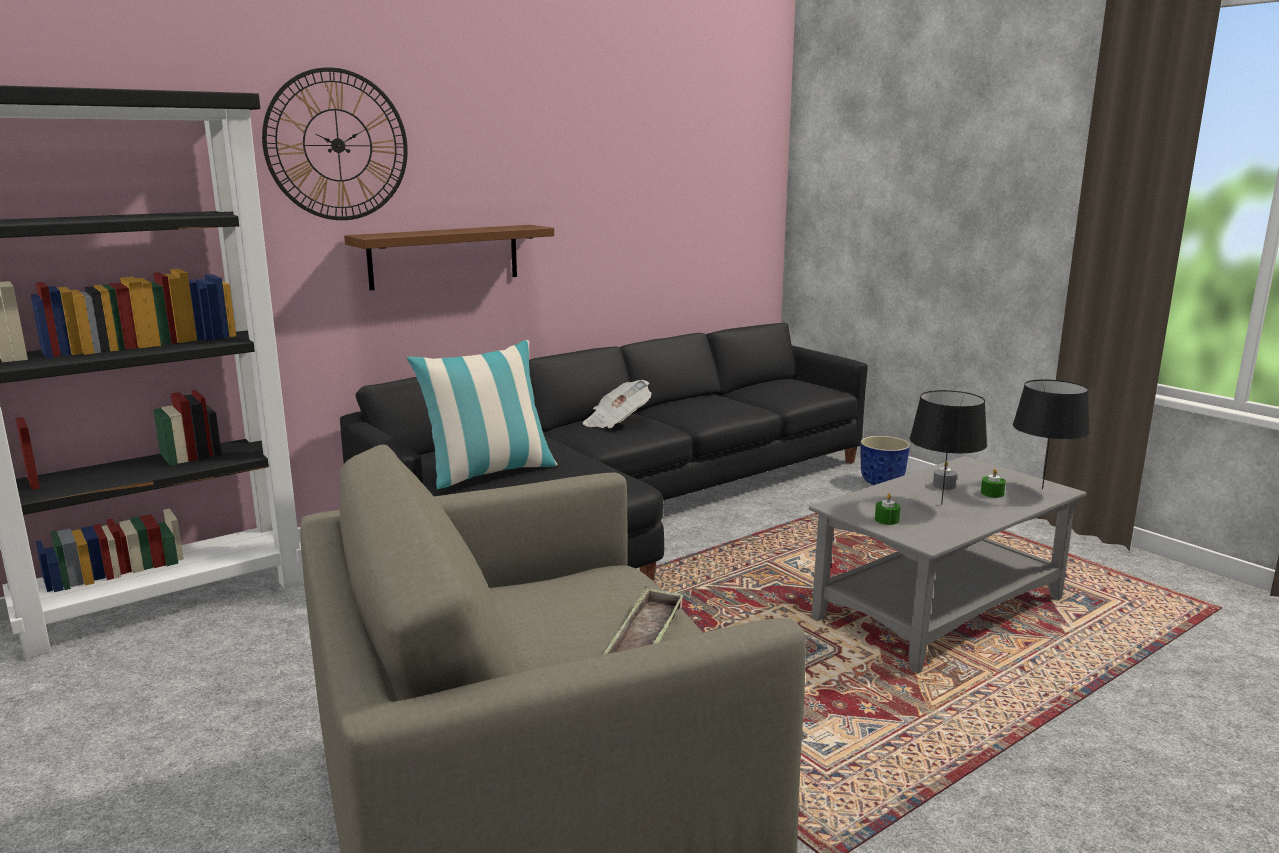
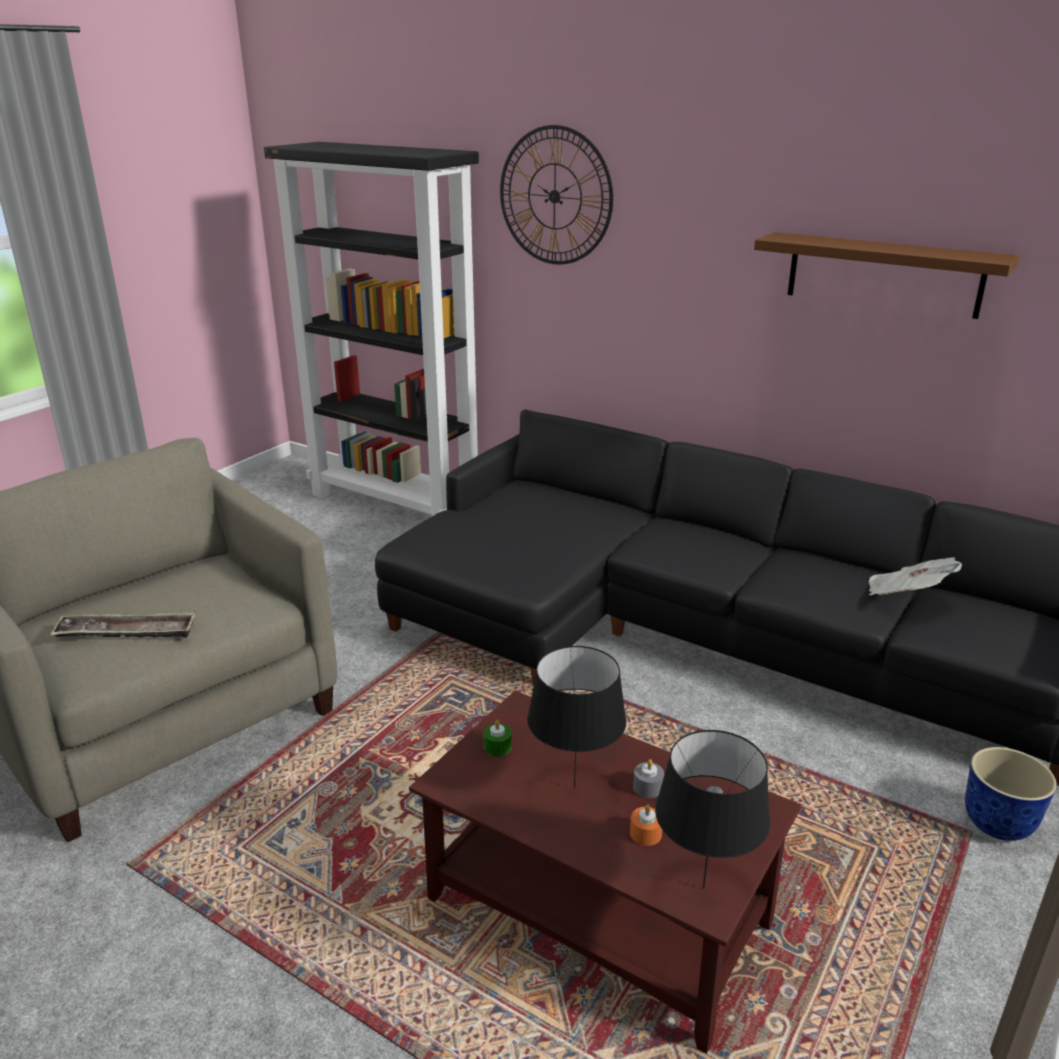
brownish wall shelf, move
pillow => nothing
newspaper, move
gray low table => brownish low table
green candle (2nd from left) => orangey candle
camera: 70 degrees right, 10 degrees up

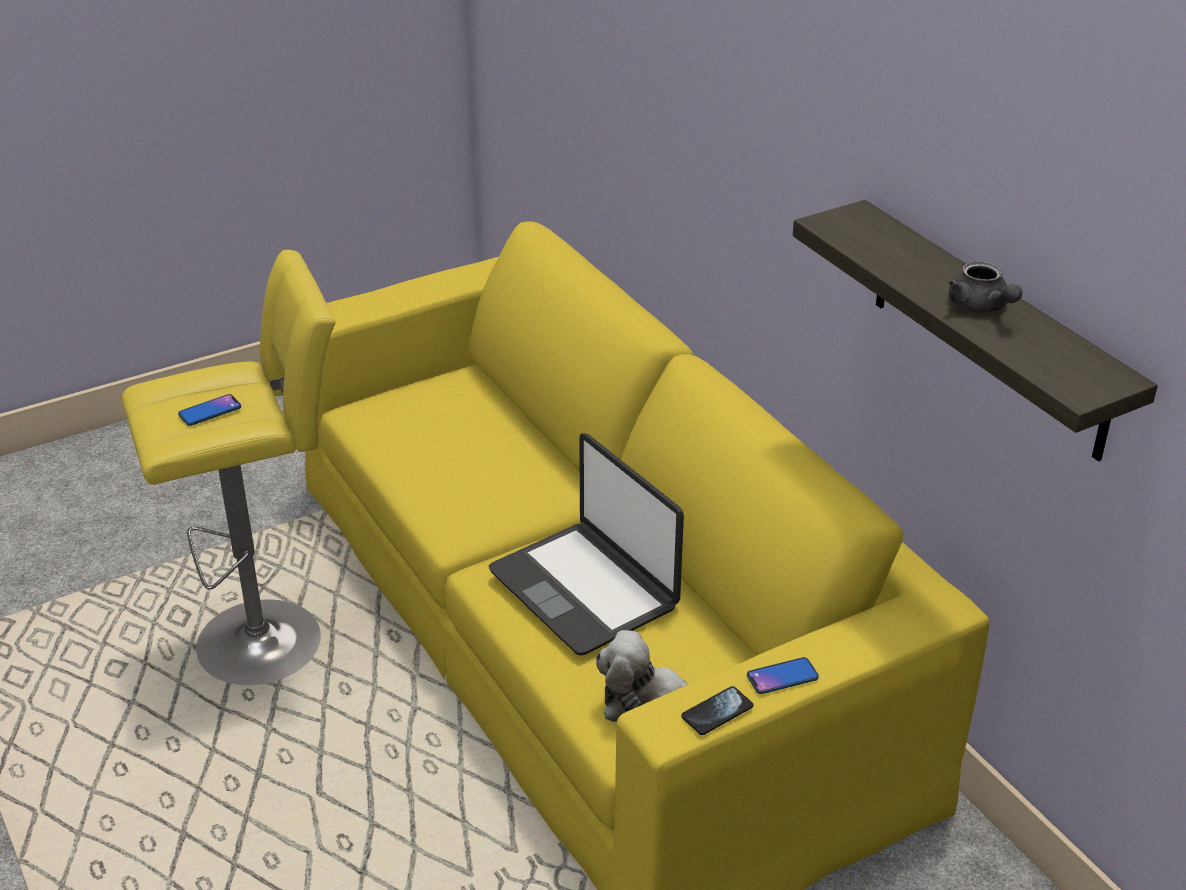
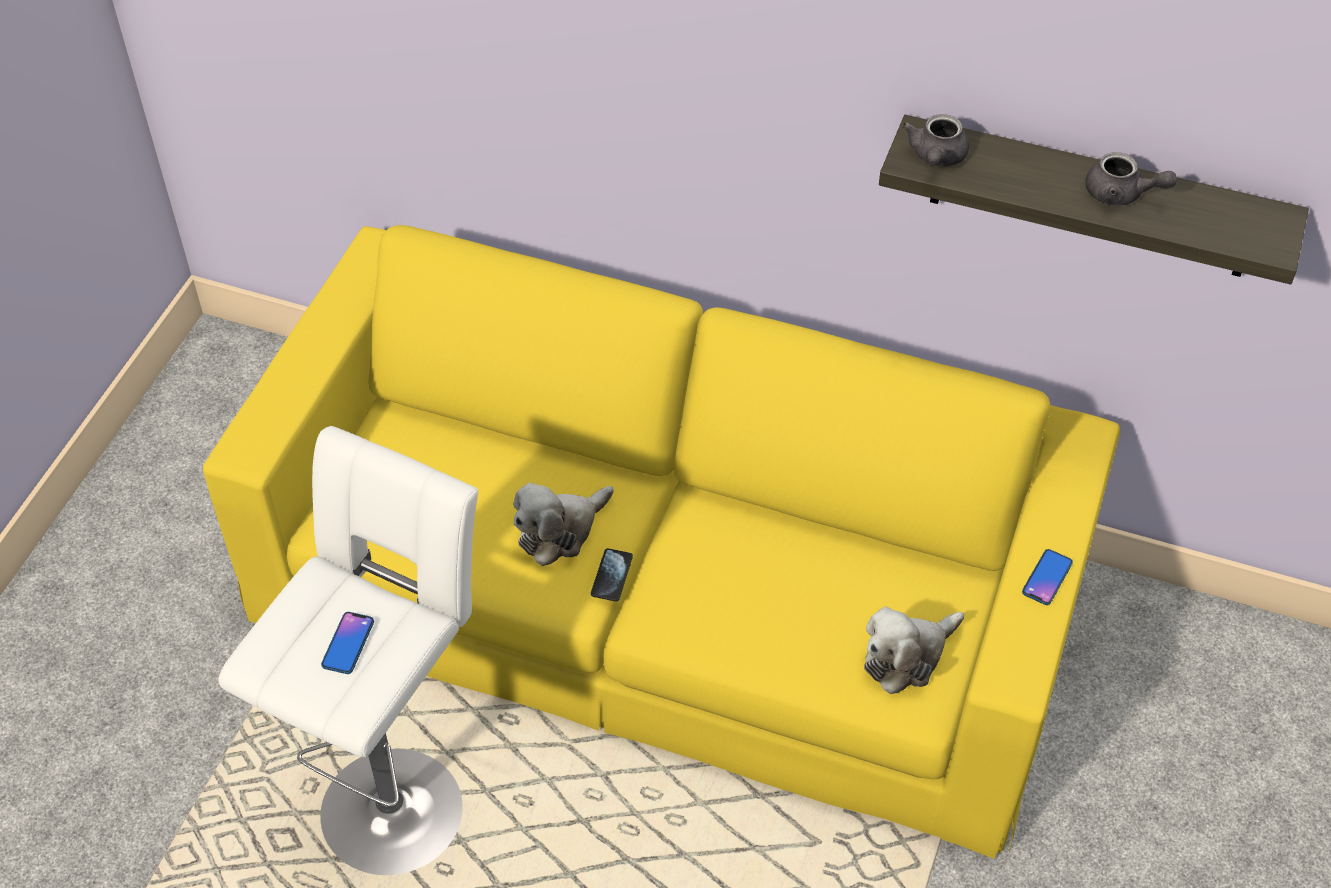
yellow-coloured stool seat => white-coloured stool seat
laptop => nothing
phone (2nd from left), move
nothing => gray tea pot (1st from left)
nothing => soft toy (1st from left)
camera: 40 degrees left, 15 degrees up

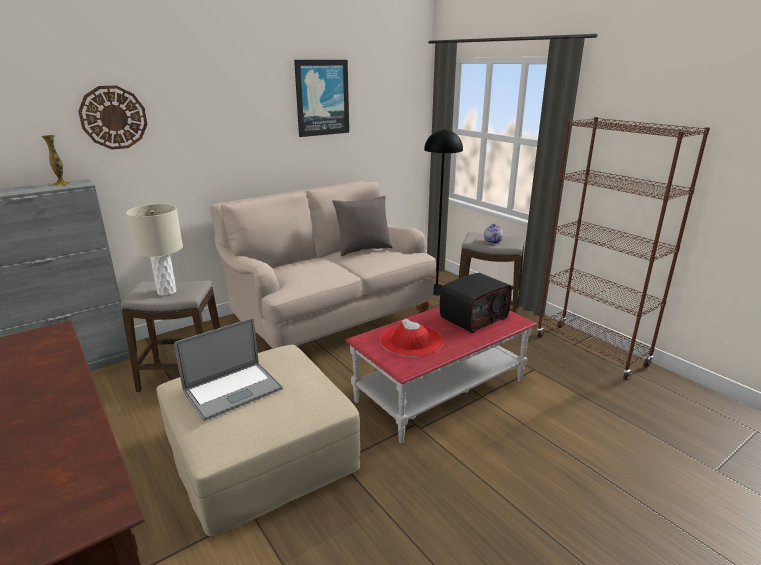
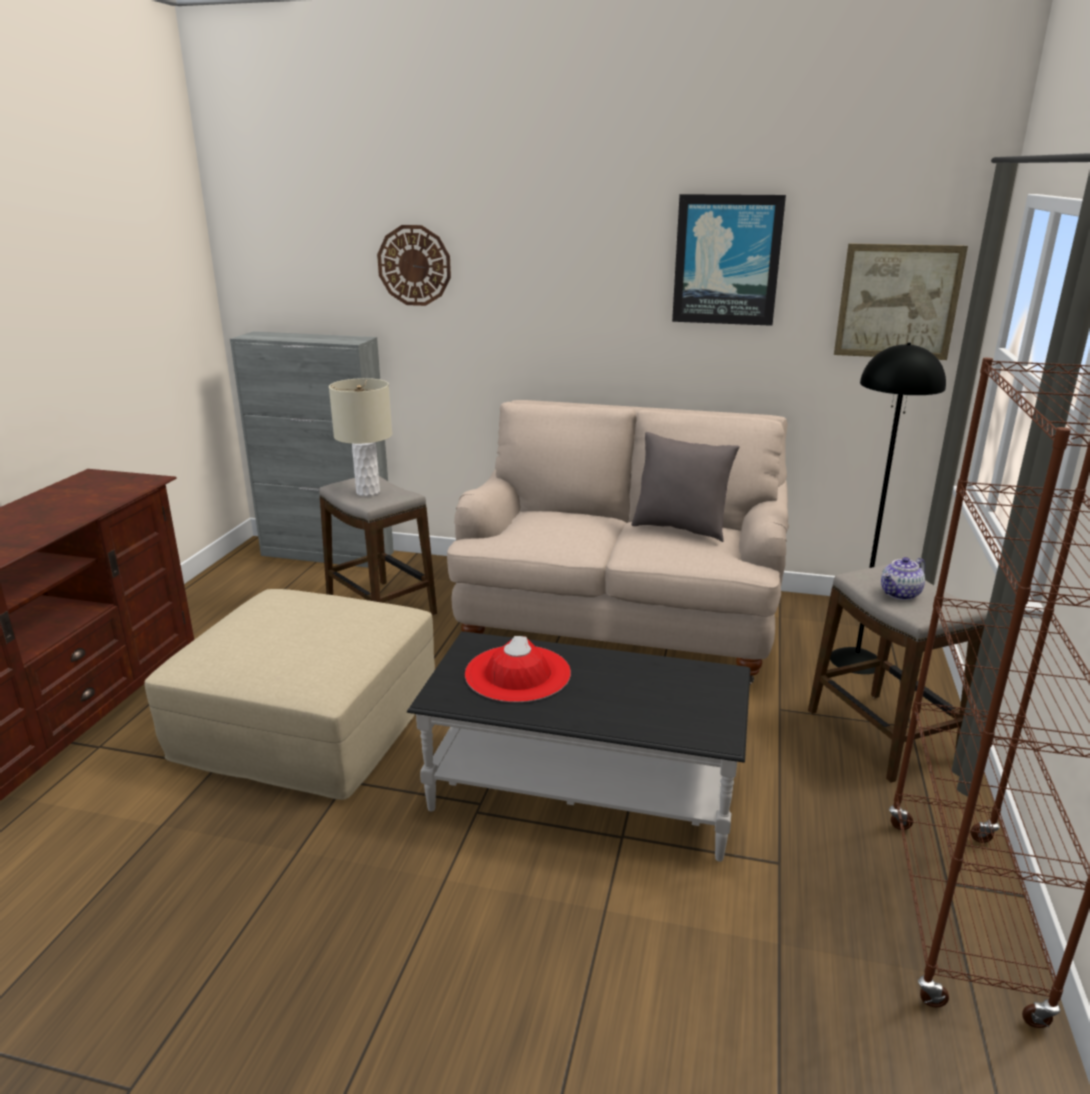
flower vase => nothing
radio set => nothing
reddish low table => black low table
laptop => nothing
nothing => wall art (2nd from left)
camera: 50 degrees right, 0 degrees up

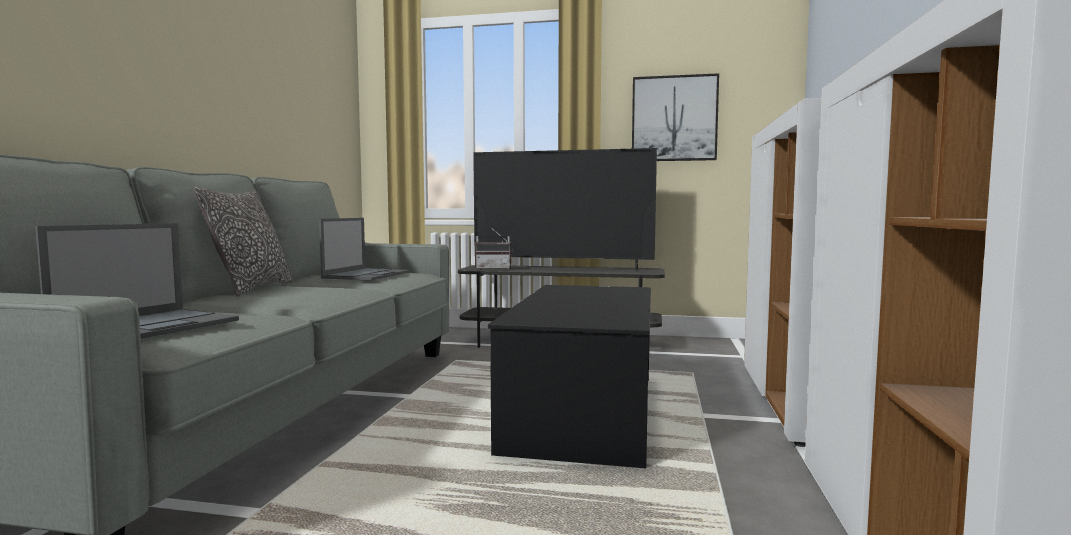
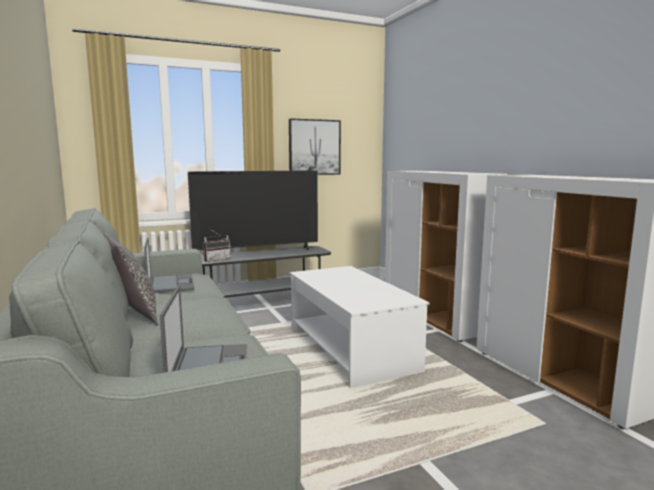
black low table => white-coloured low table
camera: 35 degrees left, 5 degrees up

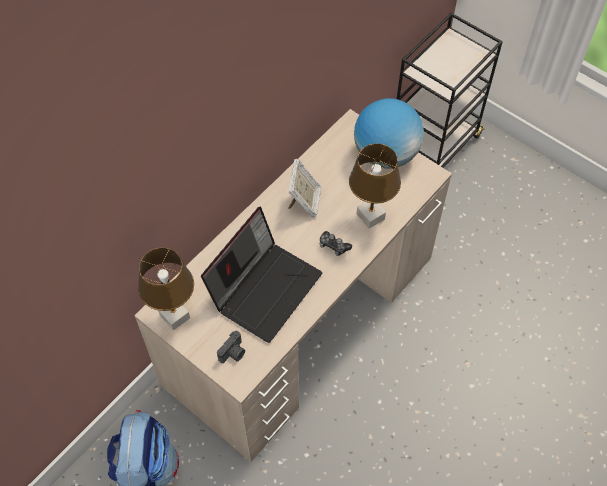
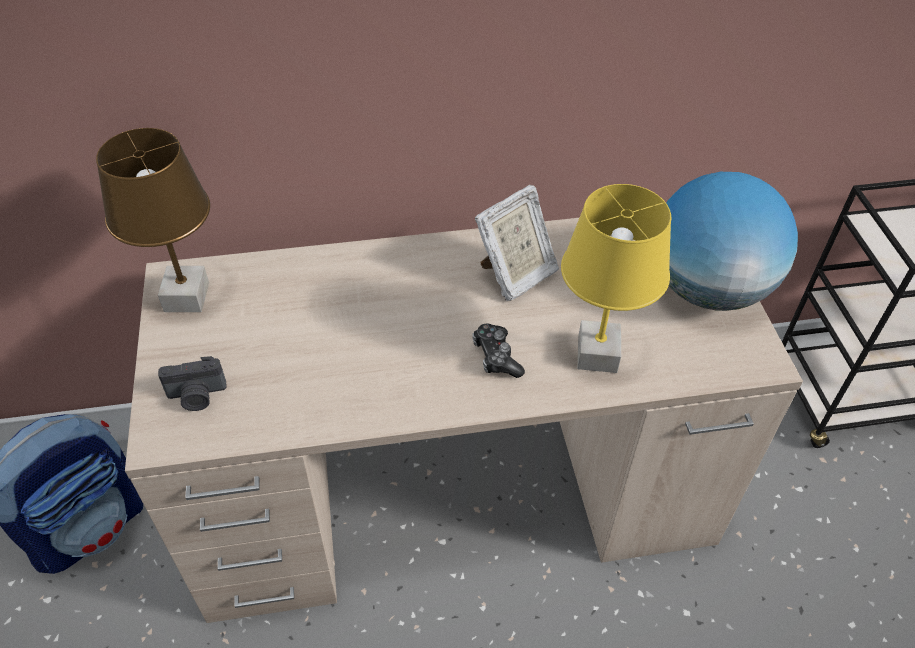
brownish table lamp (2nd from left) => yellow-coloured table lamp
laptop => nothing
camera: 40 degrees right, 10 degrees down

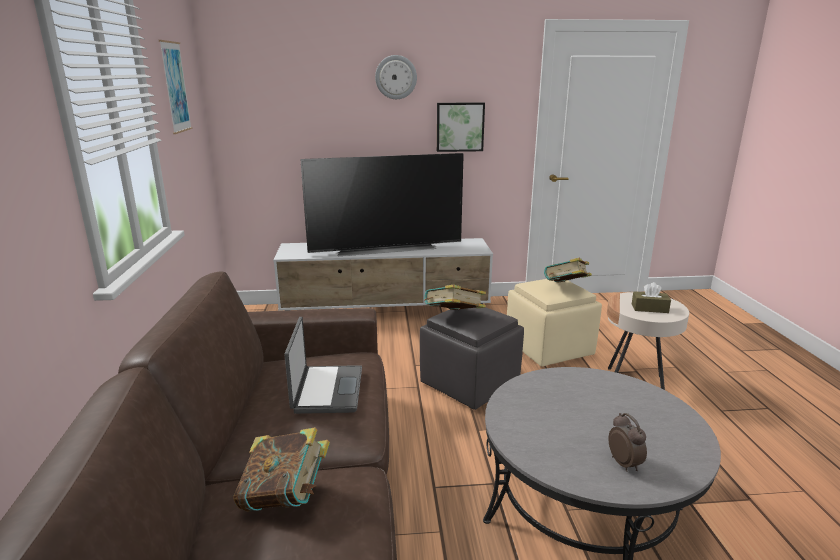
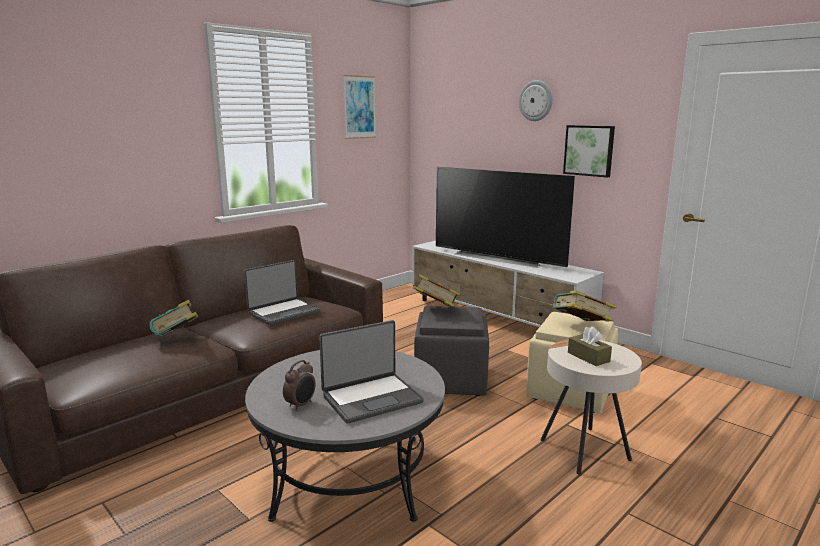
nothing => laptop (2nd from left)
camera: 50 degrees right, 5 degrees down

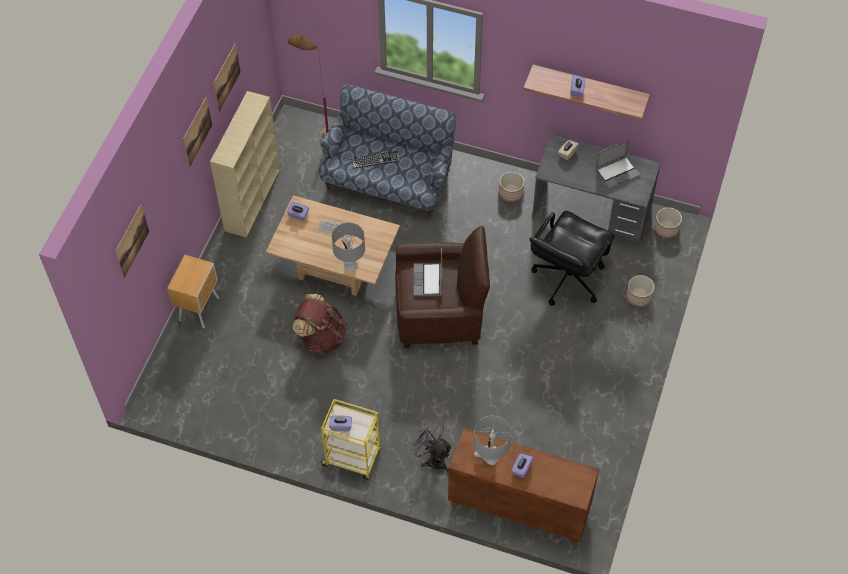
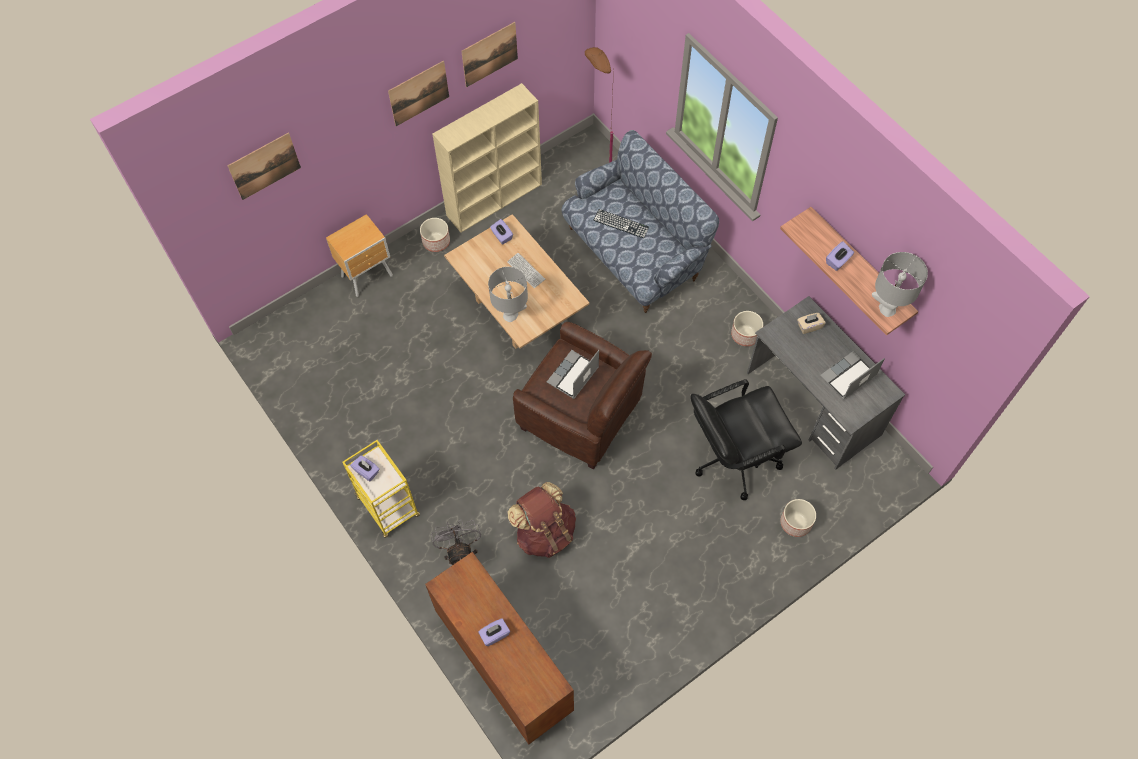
laptop (2nd from left), 135 degrees clockwise
plant pot (3rd from left in the first image) => plant pot (1st from left), move
brownish rucksack, move
gray table lamp (2nd from left), move
camera: 35 degrees right, 5 degrees up

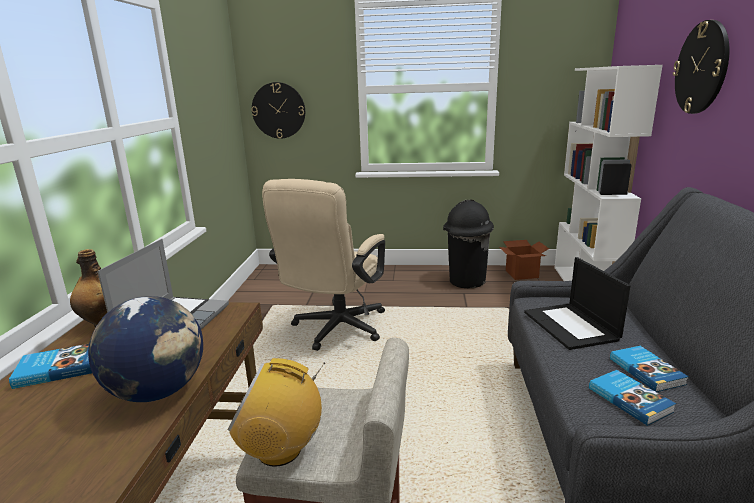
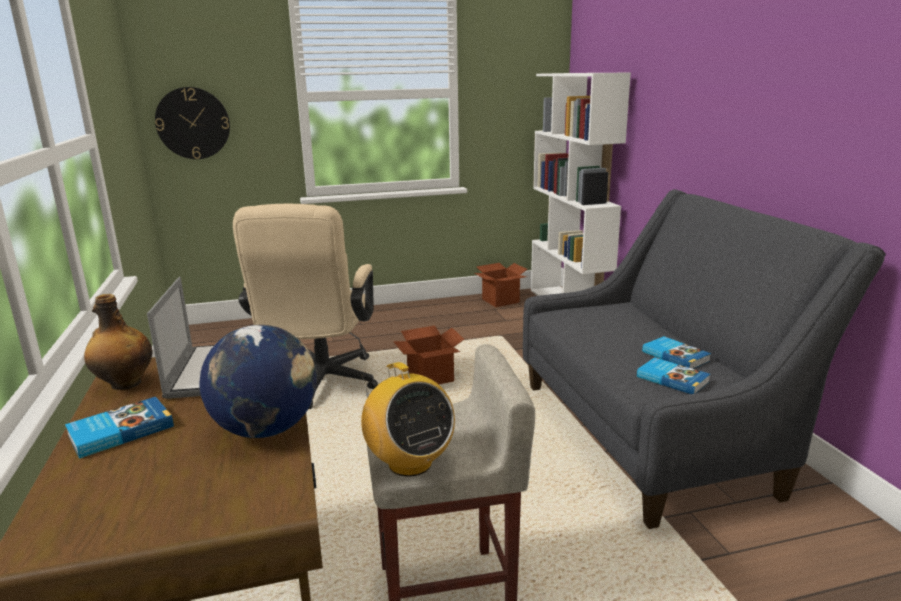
clock on the wall (2nd from left) => nothing
black waste bin => nothing
laptop (2nd from left) => nothing
radio set, 105 degrees counterclockwise
nothing => packing box (1st from left)
camera: 20 degrees left, 0 degrees up

